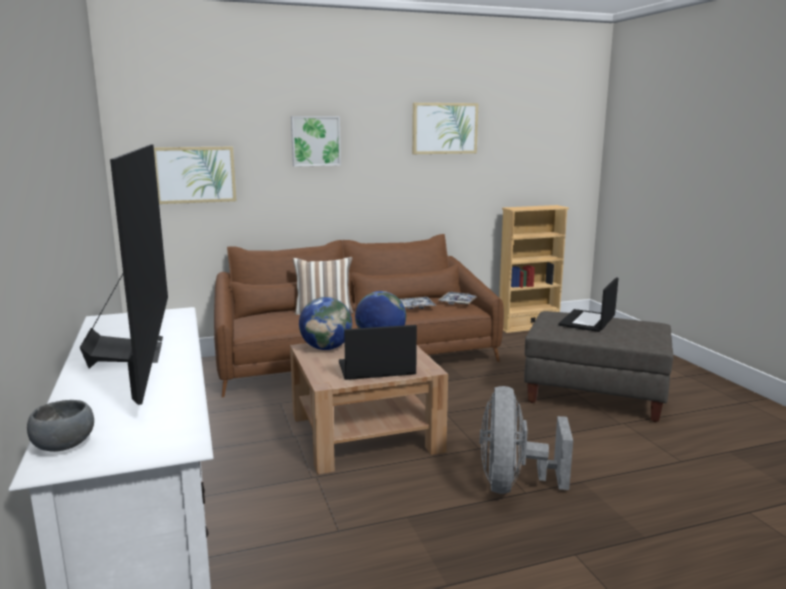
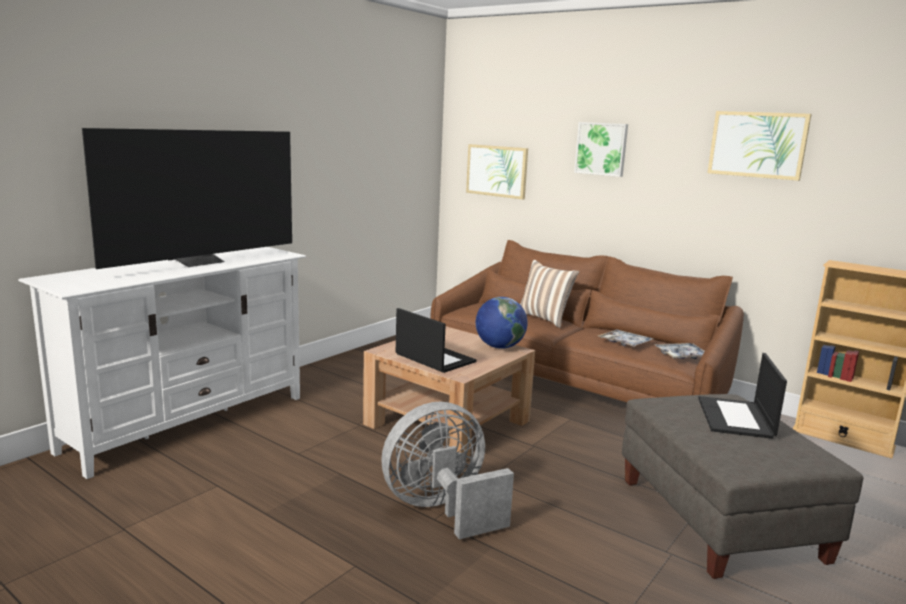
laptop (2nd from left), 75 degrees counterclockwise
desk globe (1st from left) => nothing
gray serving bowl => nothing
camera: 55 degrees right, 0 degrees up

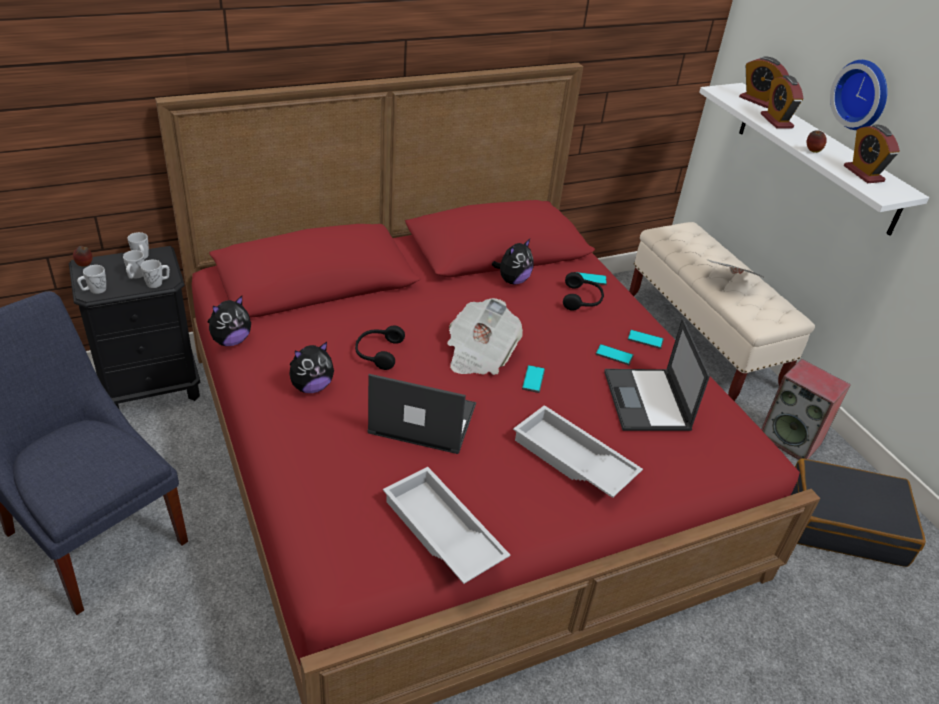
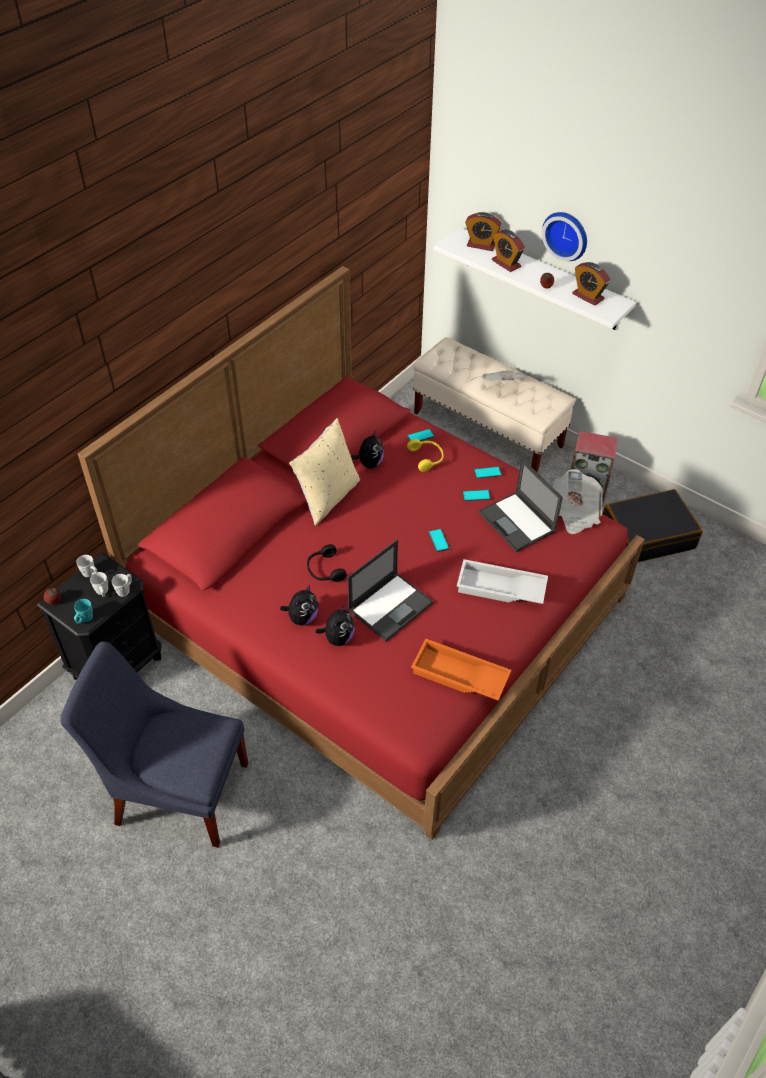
white-coloured mug (1st from left) => blue-green mug
black headset (2nd from left) => yellow-coloured headset
soft toy (1st from left in the first image) => soft toy (2nd from left), move
newspaper (1st from left in the first image) => newspaper (2nd from left), move
laptop (1st from left), 150 degrees clockwise
white-coloured carrying tray (1st from left) => orangey carrying tray
nothing => beige pillow
camera: 25 degrees left, 10 degrees up

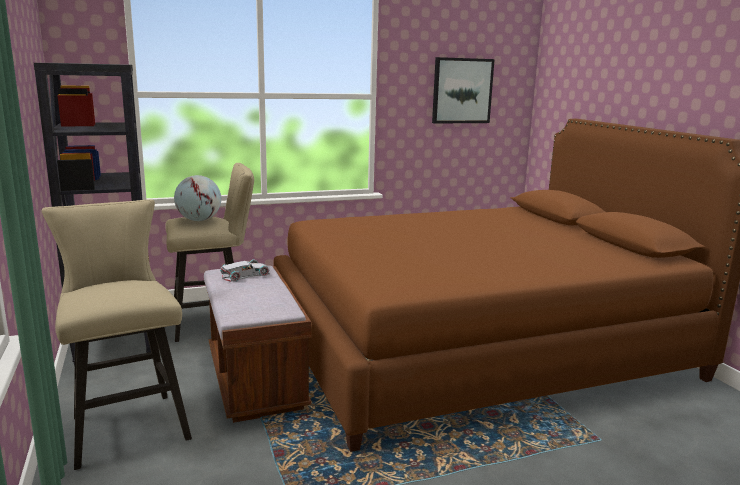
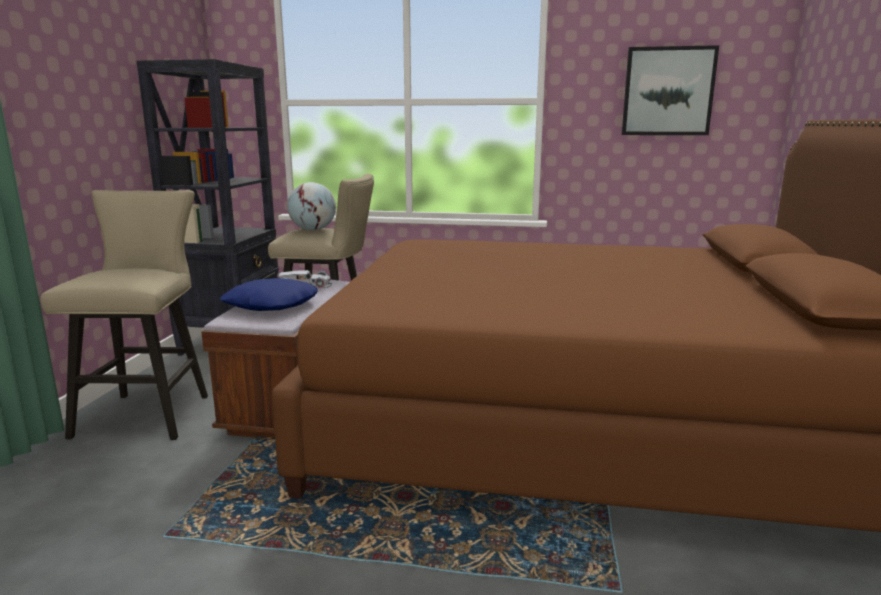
nothing => bluish pillow
camera: 30 degrees right, 0 degrees up

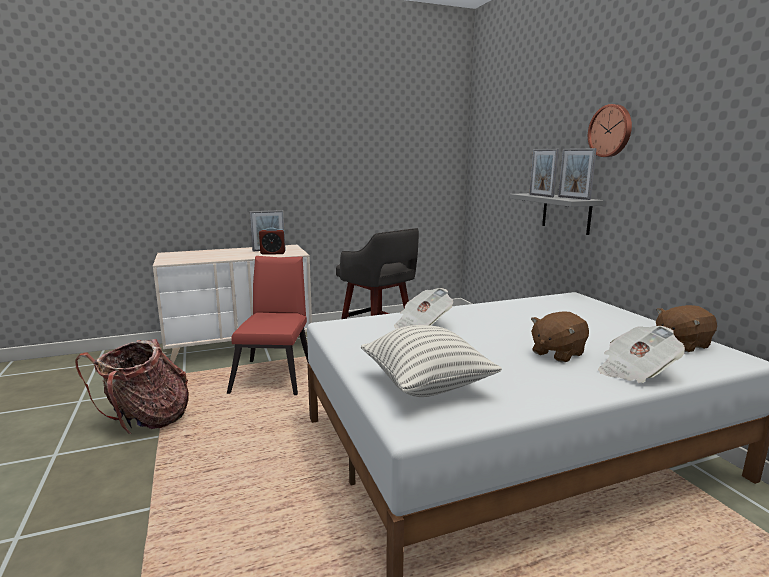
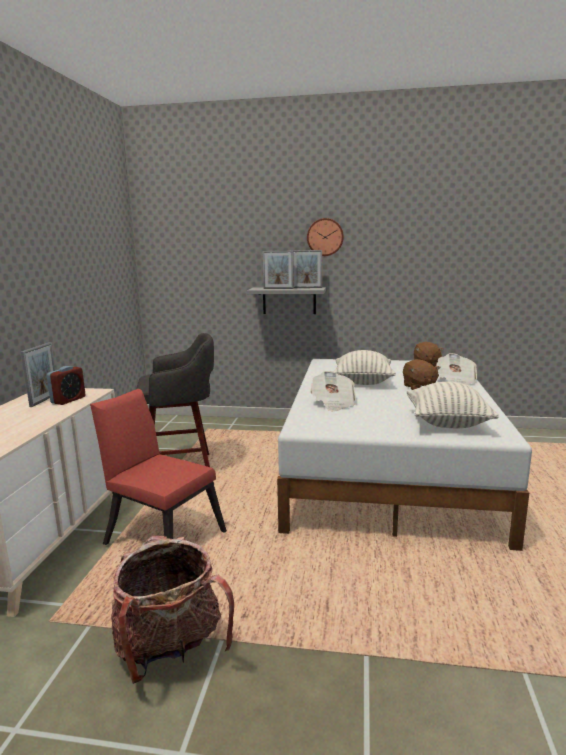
nothing => pillow (1st from left)
camera: 60 degrees left, 0 degrees up

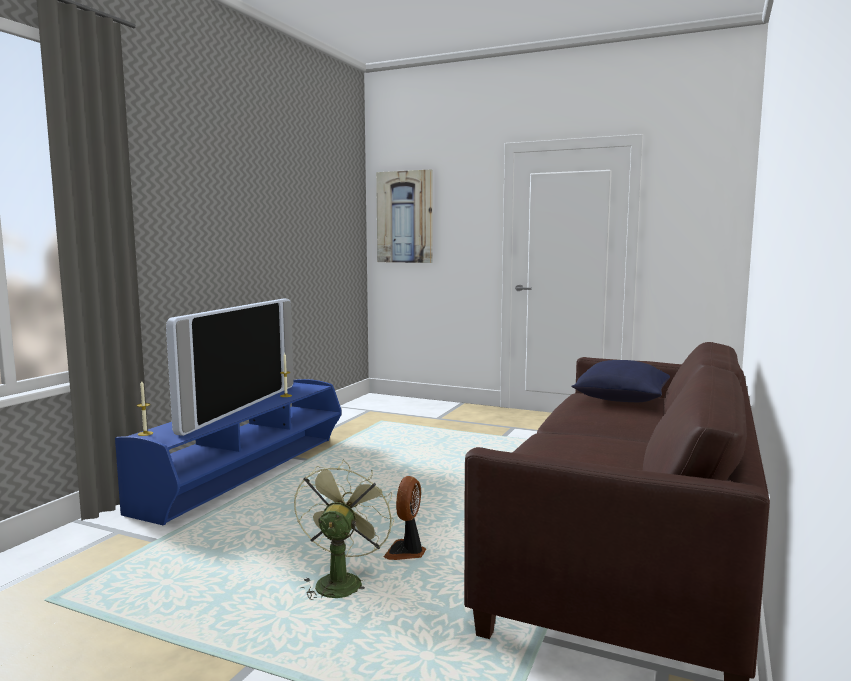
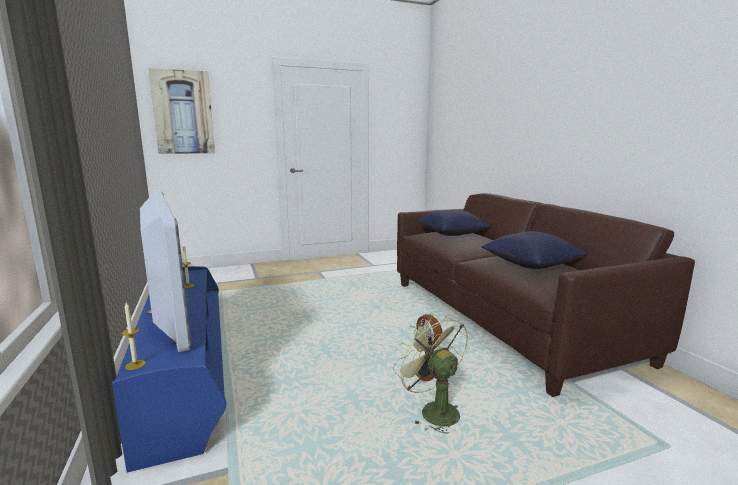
nothing => bluish pillow (2nd from left)
camera: 45 degrees left, 5 degrees up

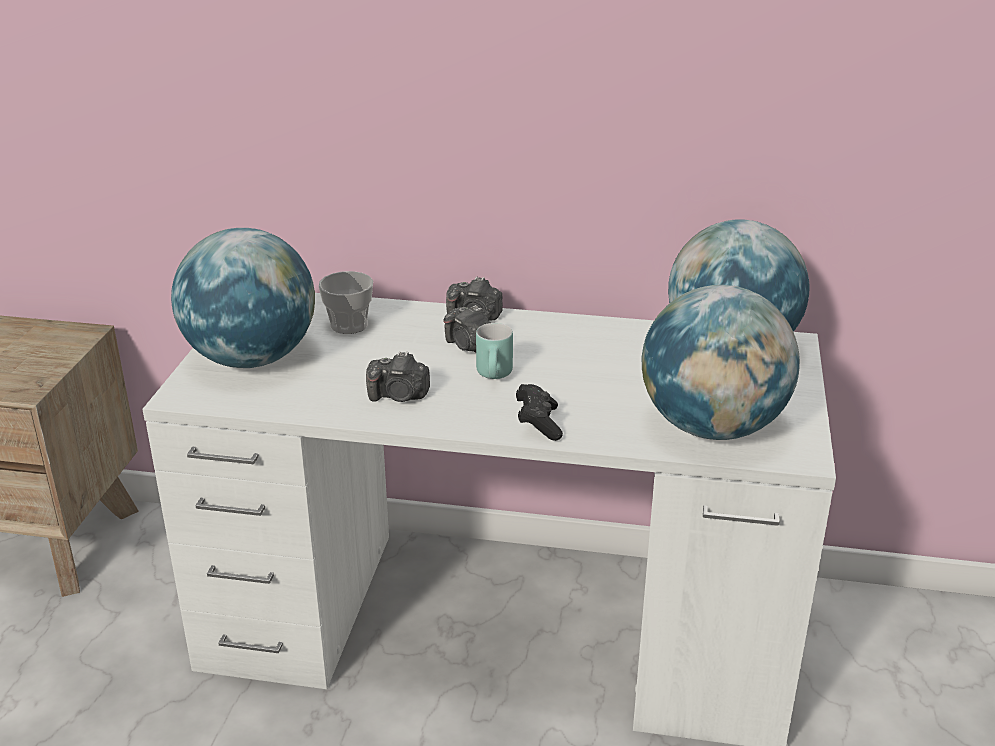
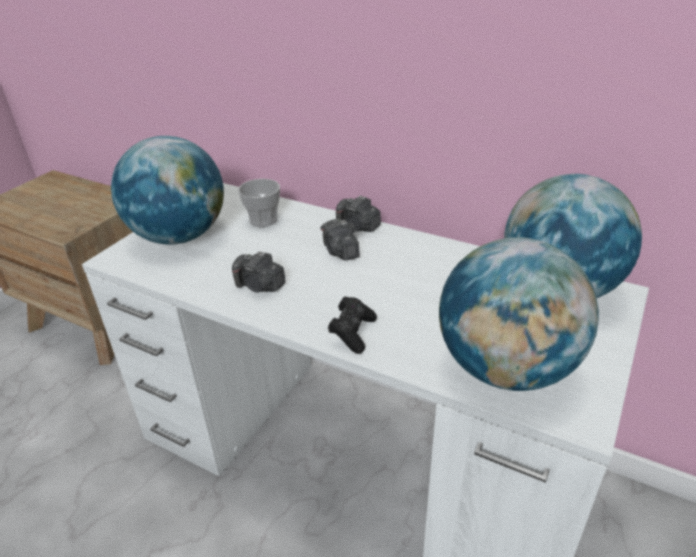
blue-green mug => nothing
camera: 20 degrees right, 5 degrees up

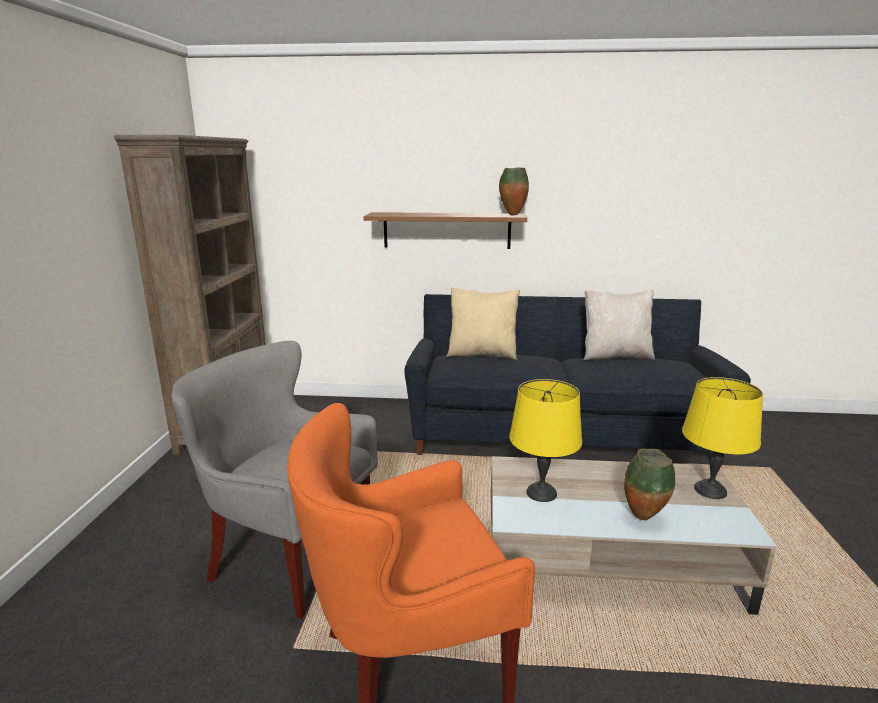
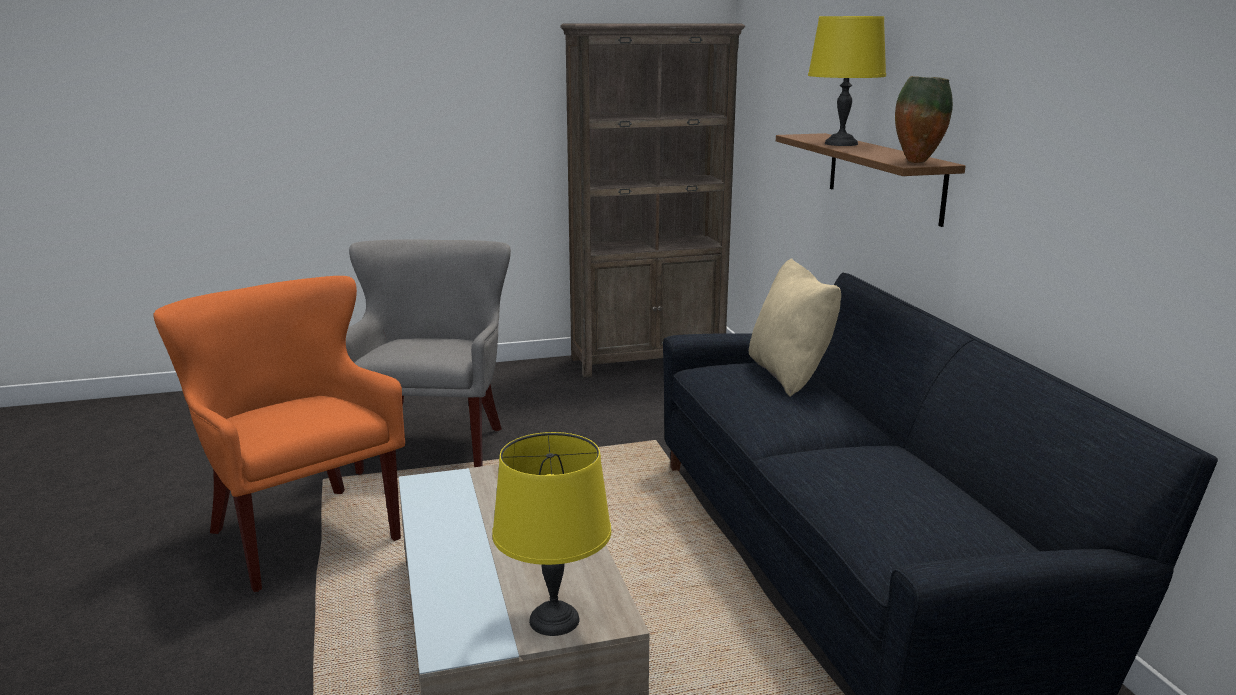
beige pillow (2nd from left) => nothing
yellow-coloured table lamp (1st from left in the first image) => yellow-coloured table lamp (2nd from left), move
flower vase (2nd from left) => nothing
camera: 70 degrees right, 0 degrees up

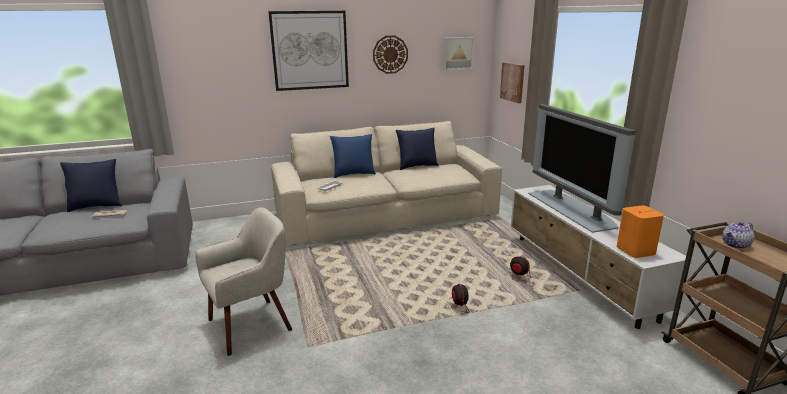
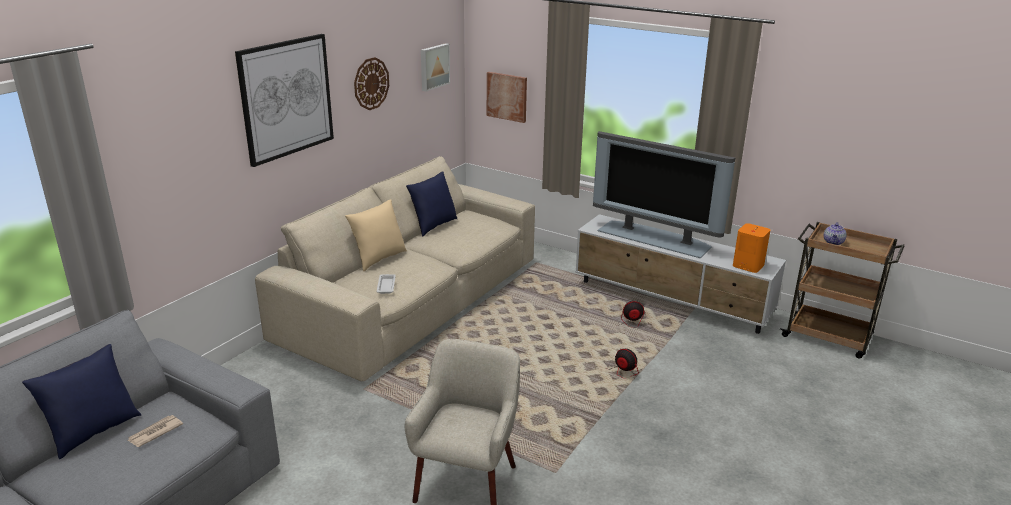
bluish pillow (2nd from left) => beige pillow
camera: 40 degrees left, 5 degrees up

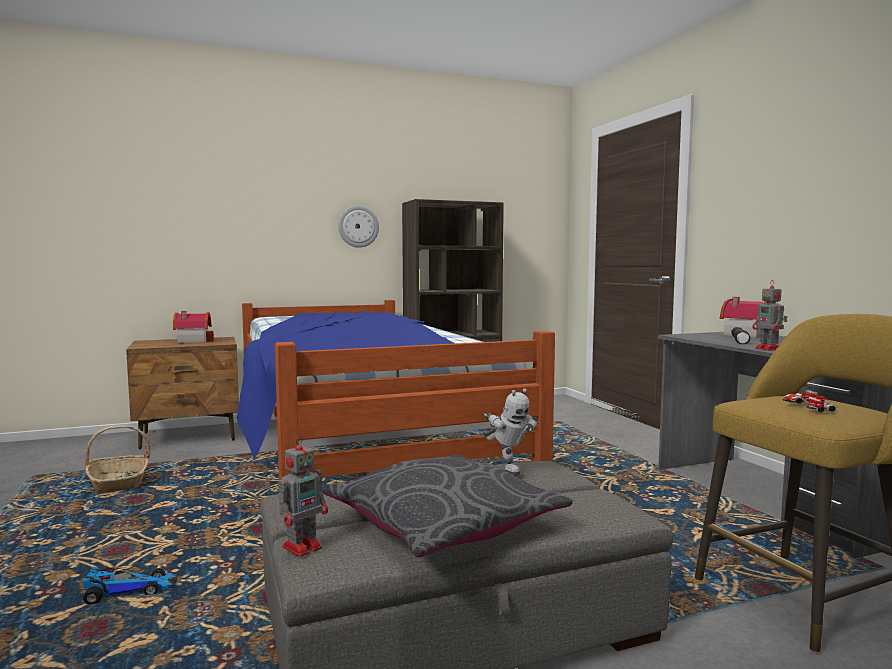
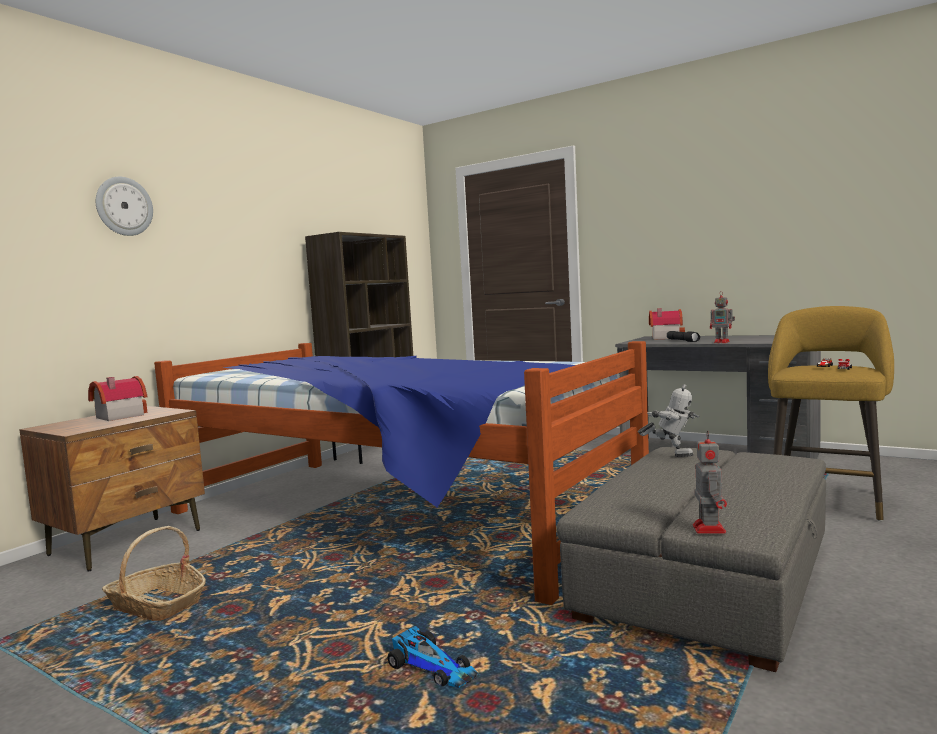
clock on the wall, move
gray pillow => nothing
miniature car (1st from left), 90 degrees clockwise
camera: 35 degrees left, 0 degrees up

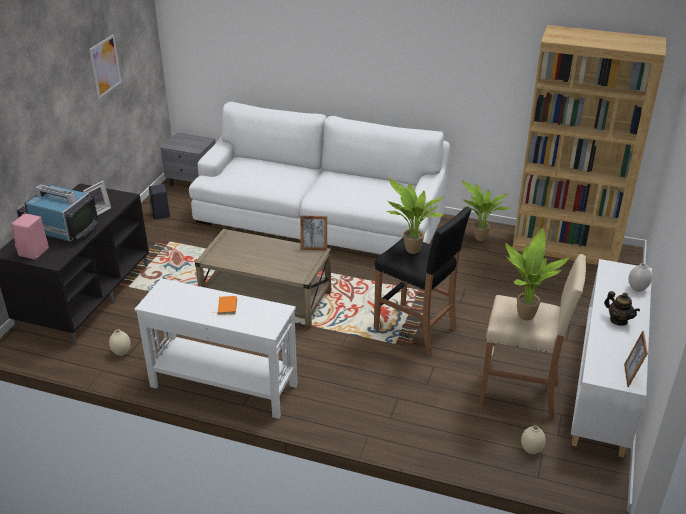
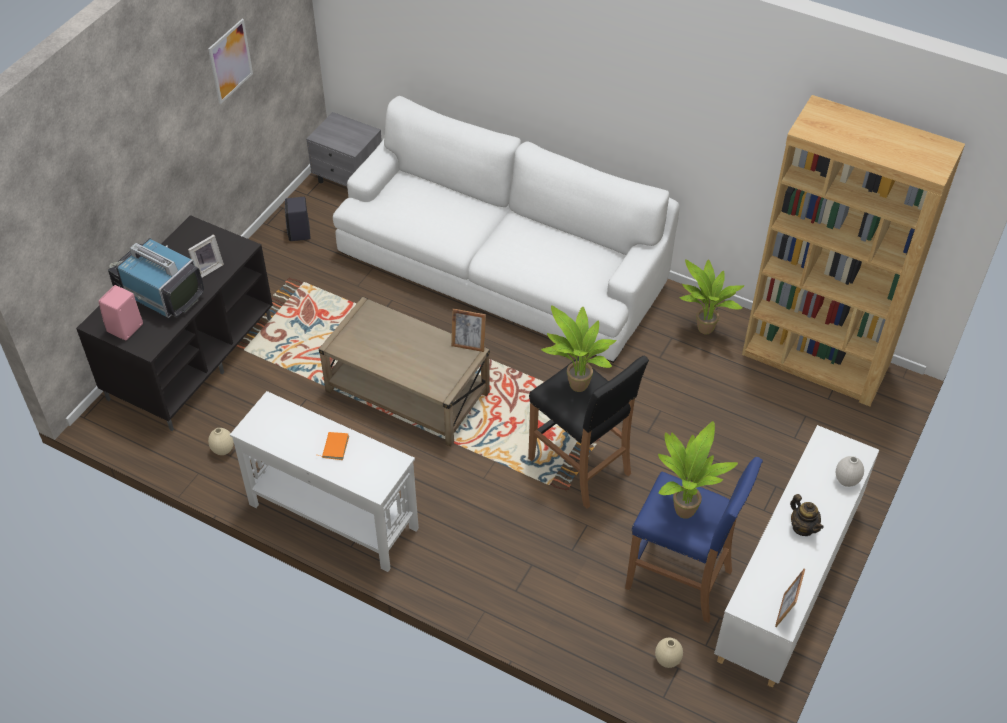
beige stool seat => bluish stool seat
camera: 10 degrees right, 15 degrees up

